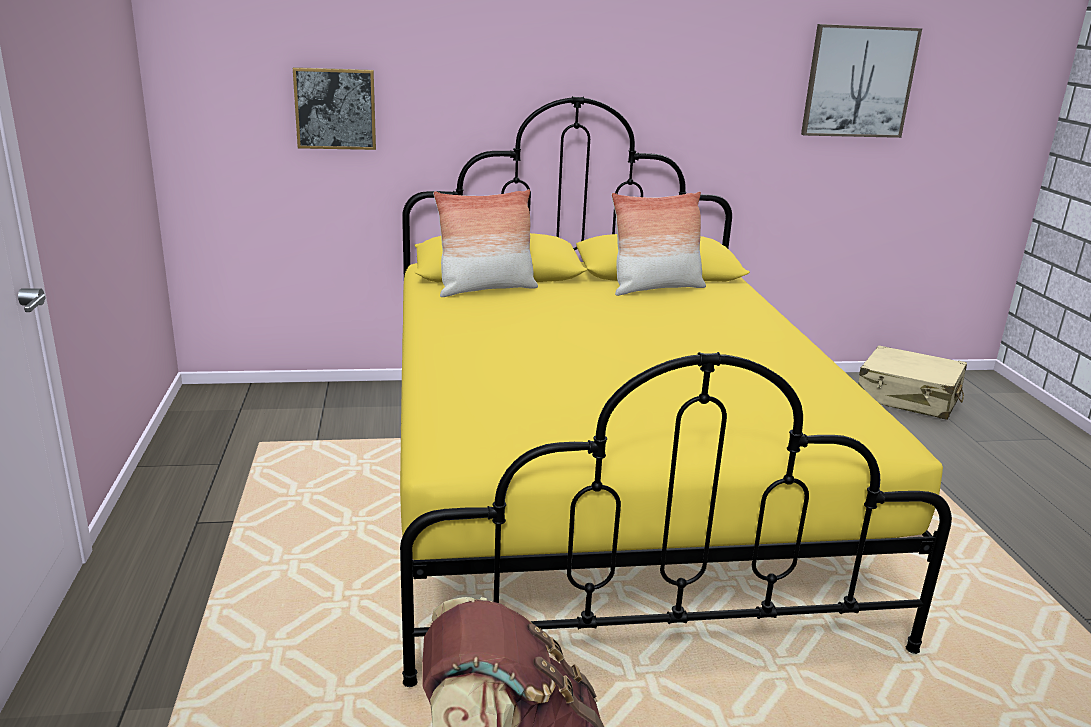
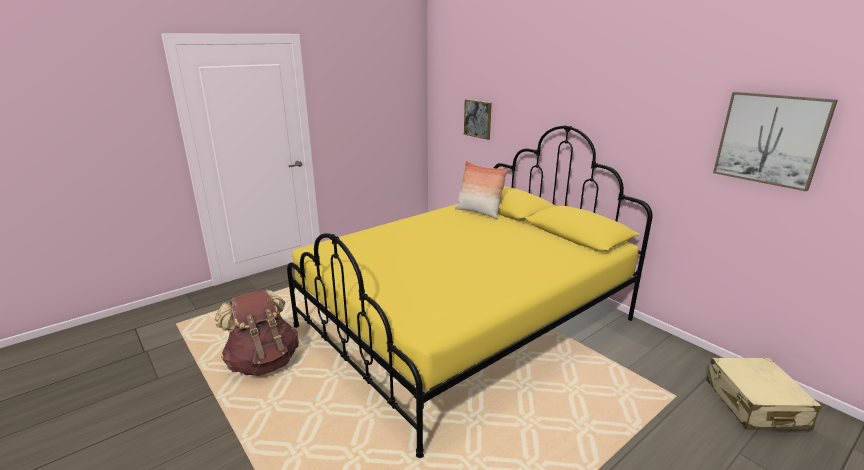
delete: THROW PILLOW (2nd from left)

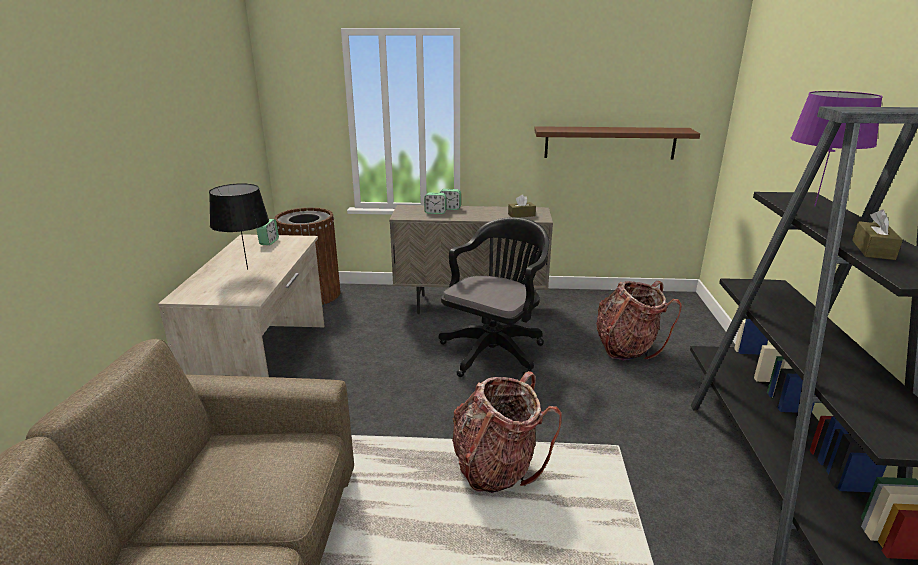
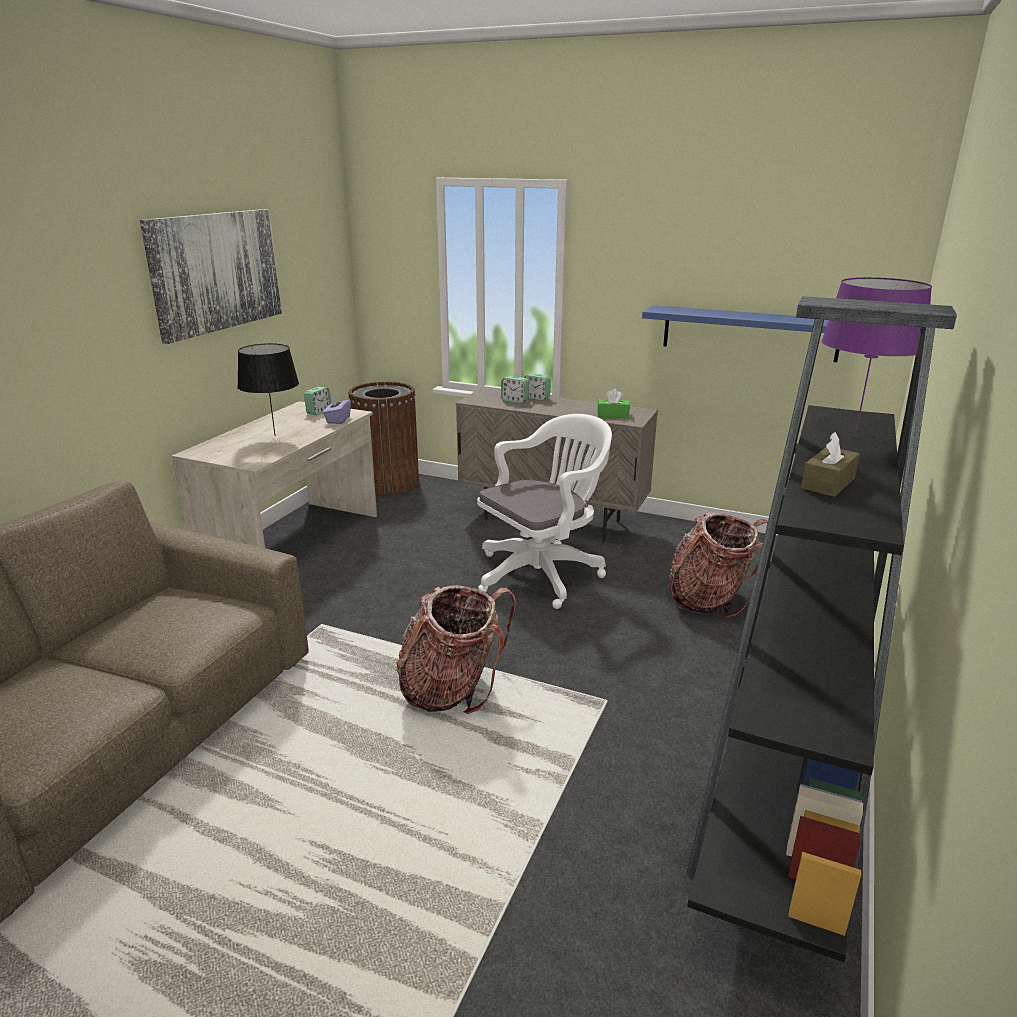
insert: WALL PICTURE; PURPLE TISSUE HOLDER
recolor: BLACKISH COMPUTER CHAIR to WHITE-COLOURED COMPUTER CHAIR; BROWN TISSUE HOLDER (1st from left) to GREEN-COLOURED TISSUE HOLDER; BROWN SHELF to BLUE-COLOURED SHELF

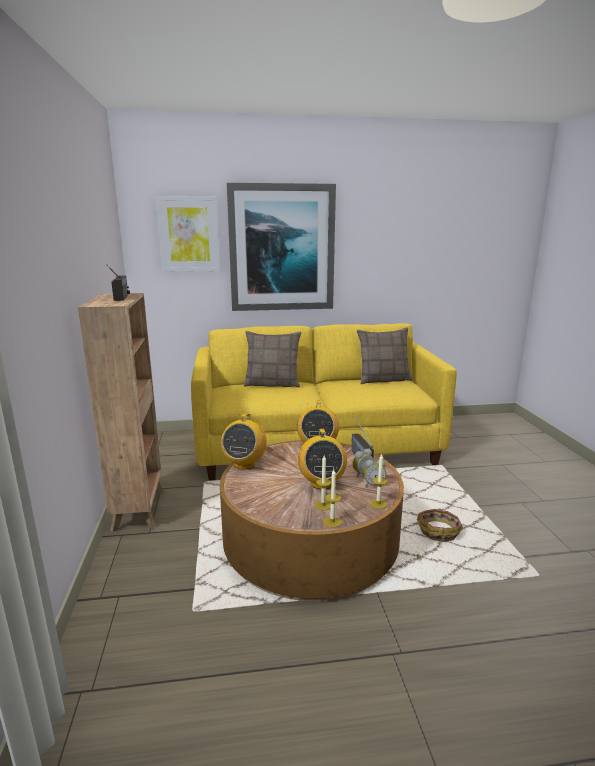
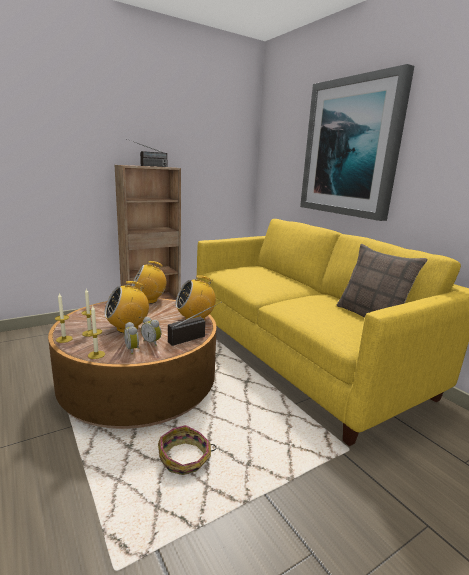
delete: WALL PICTURE (1st from left); THROW PILLOW (1st from left)

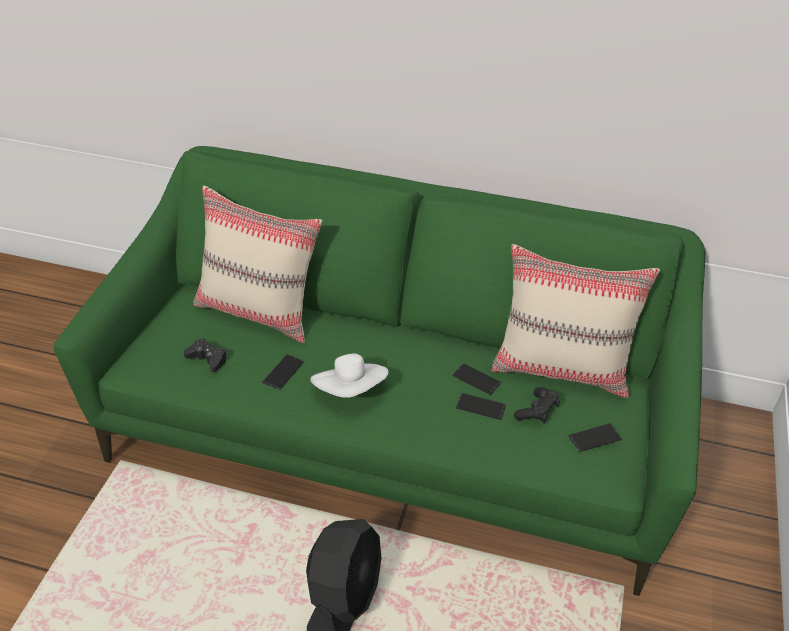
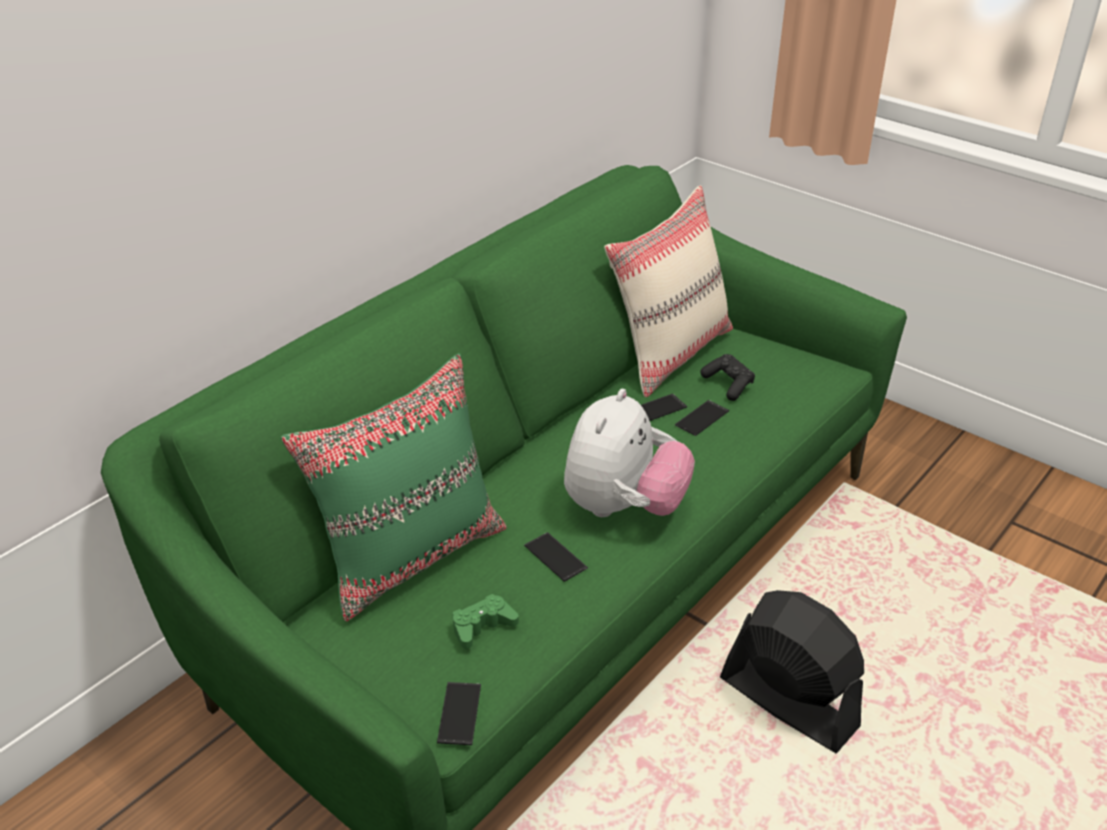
move: HANDSET (4th from left in the first image) to HANDSET (1st from left)
replace: WHITE-COLOURED CLOTHING HAT to PLUSH TOY
recolor: BLACKISH GAMEPAD (1st from left) to GREEN-COLOURED GAMEPAD; BEIGE THROW PILLOW (1st from left) to GREEN-COLOURED THROW PILLOW

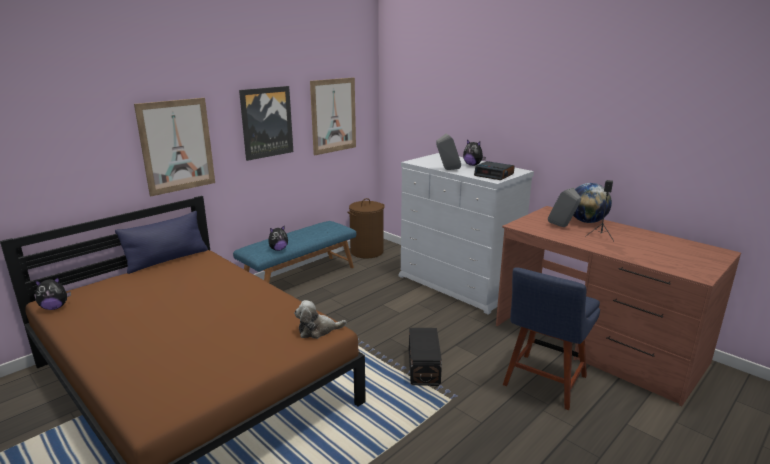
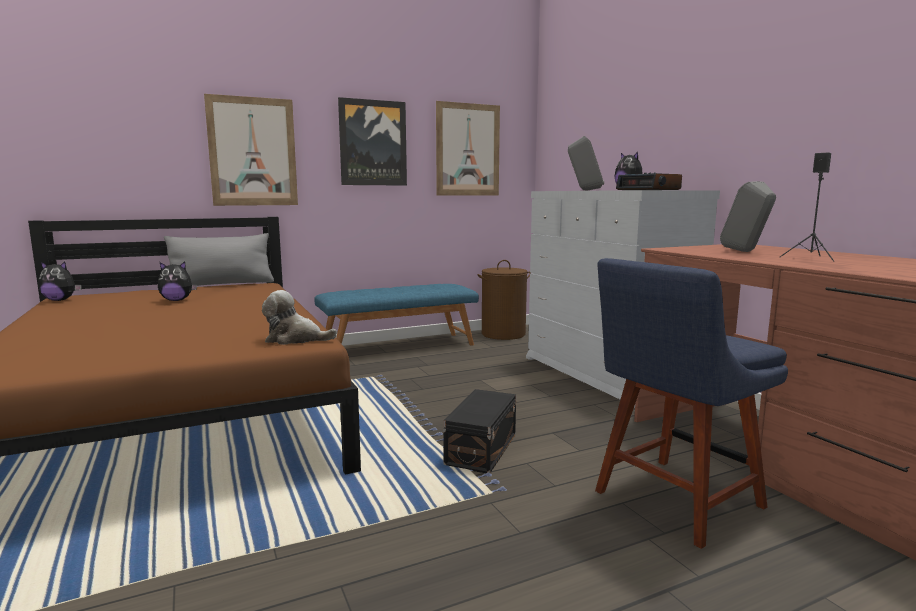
delete: GLOBE
move: PLUSH TOY (2nd from left)
recolor: BLUE-COLOURED THROW PILLOW to GRAY THROW PILLOW

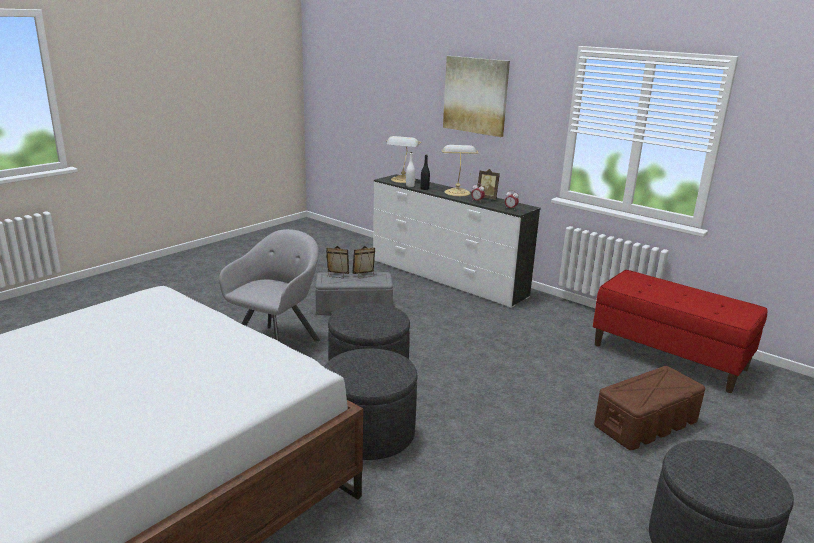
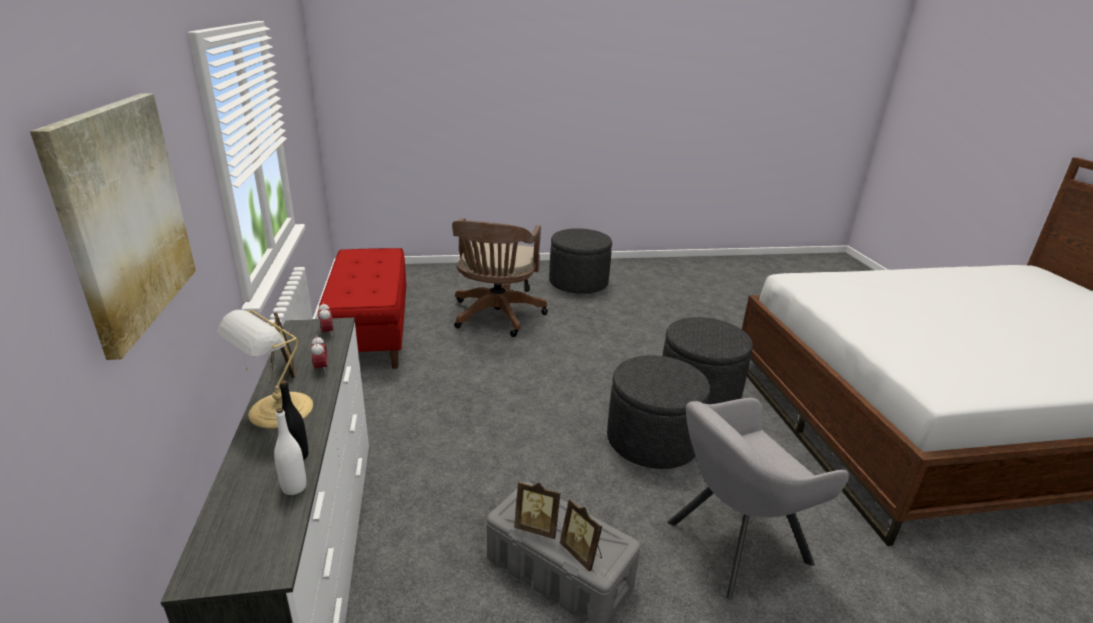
delete: TABLETOP LAMP (1st from left)
replace: BROWN STORAGE BIN to BROWN COMPUTER CHAIR

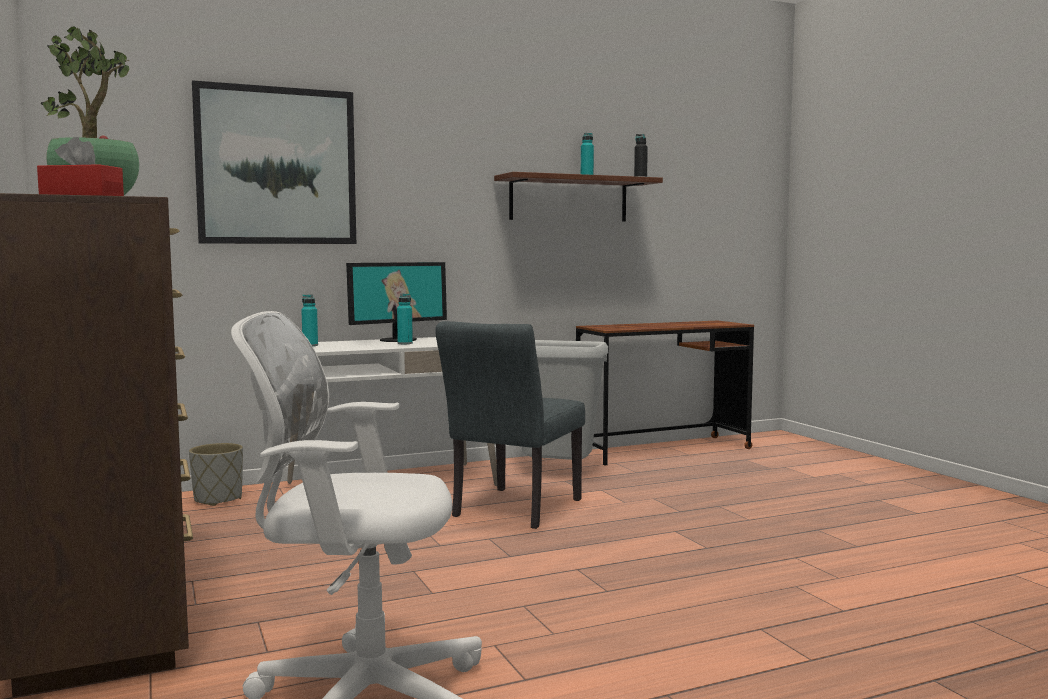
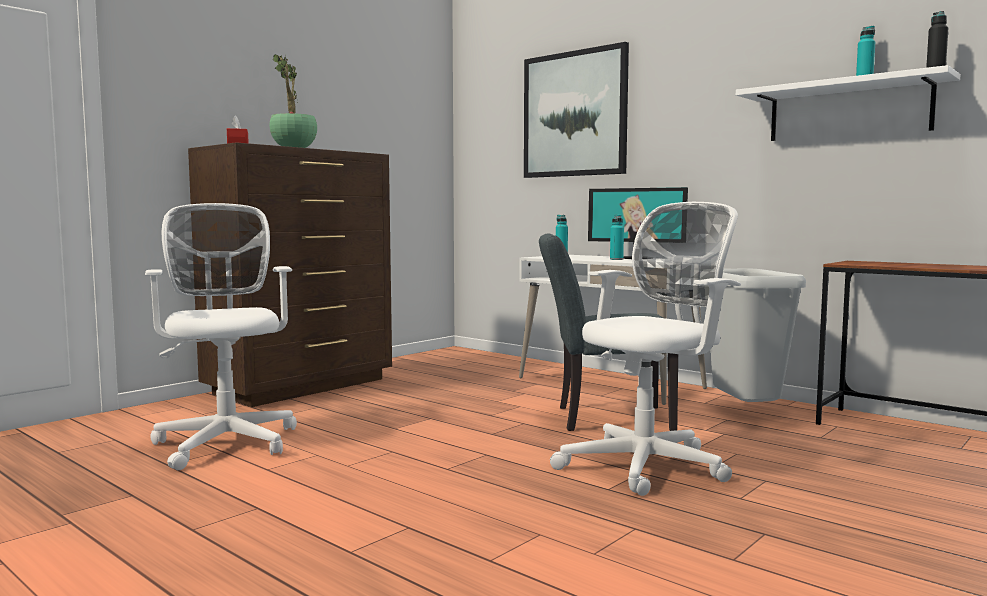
delete: GRAY PLANT POT
insert: WHITE-COLOURED COMPUTER CHAIR (2nd from left)
recolor: BROWN SHELF to WHITE-COLOURED SHELF

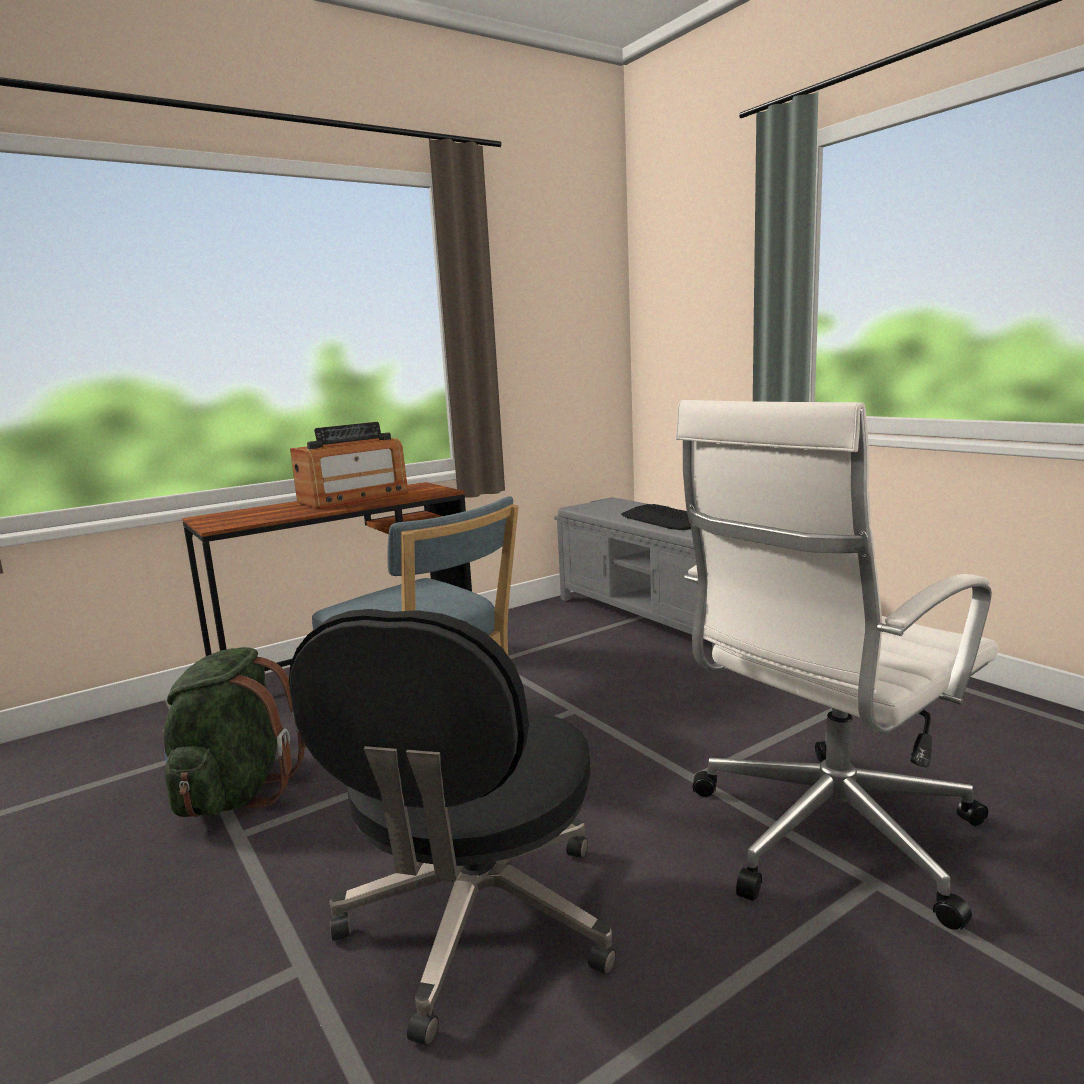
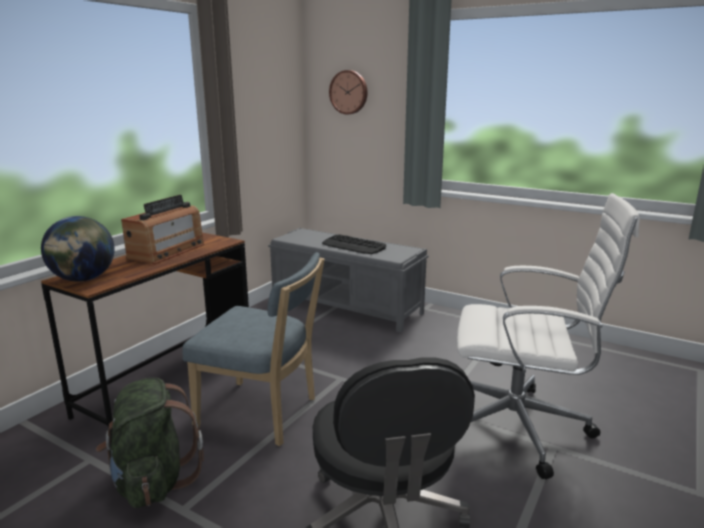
insert: GLOBE; HANGING CLOCK
rotate: WHITE-COLOURED COMPUTER CHAIR 105 degrees counterclockwise

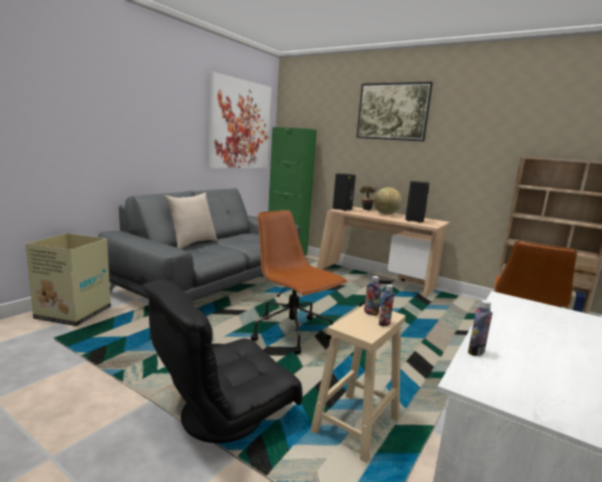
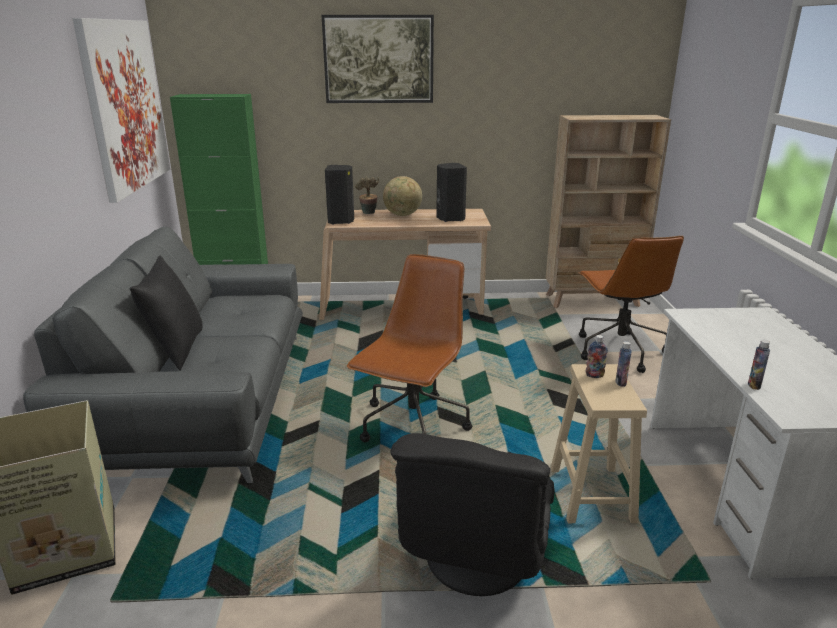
recolor: BEIGE THROW PILLOW to BLACKISH THROW PILLOW
rotate: BROWN COMPUTER CHAIR (1st from left) 105 degrees clockwise

